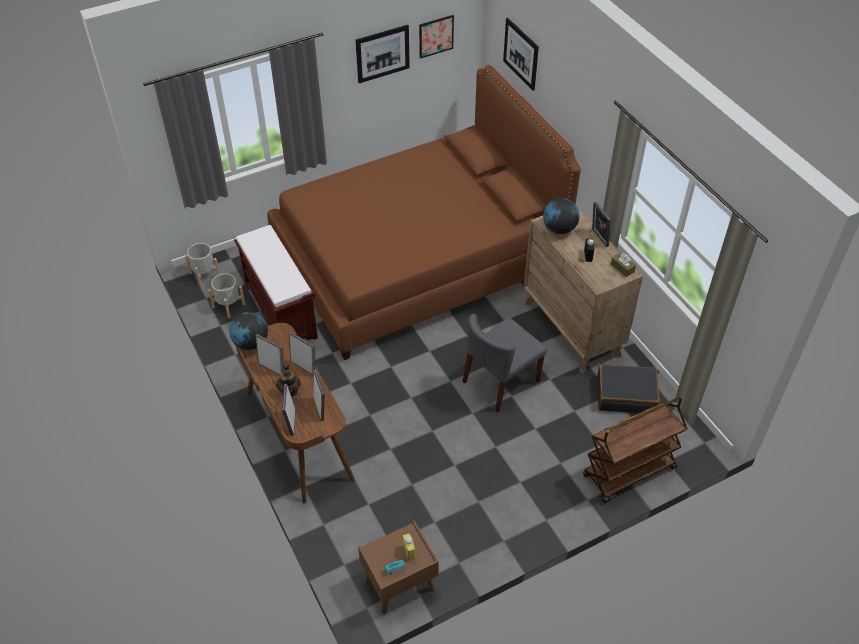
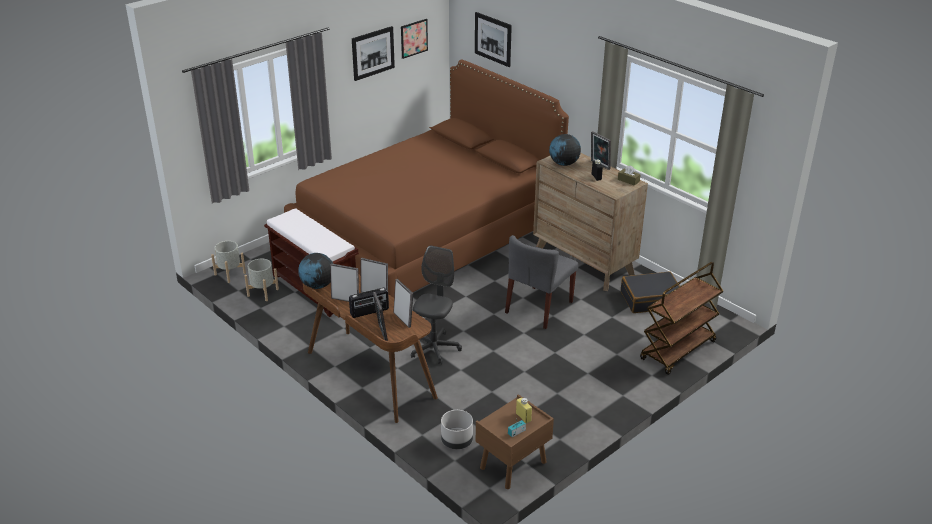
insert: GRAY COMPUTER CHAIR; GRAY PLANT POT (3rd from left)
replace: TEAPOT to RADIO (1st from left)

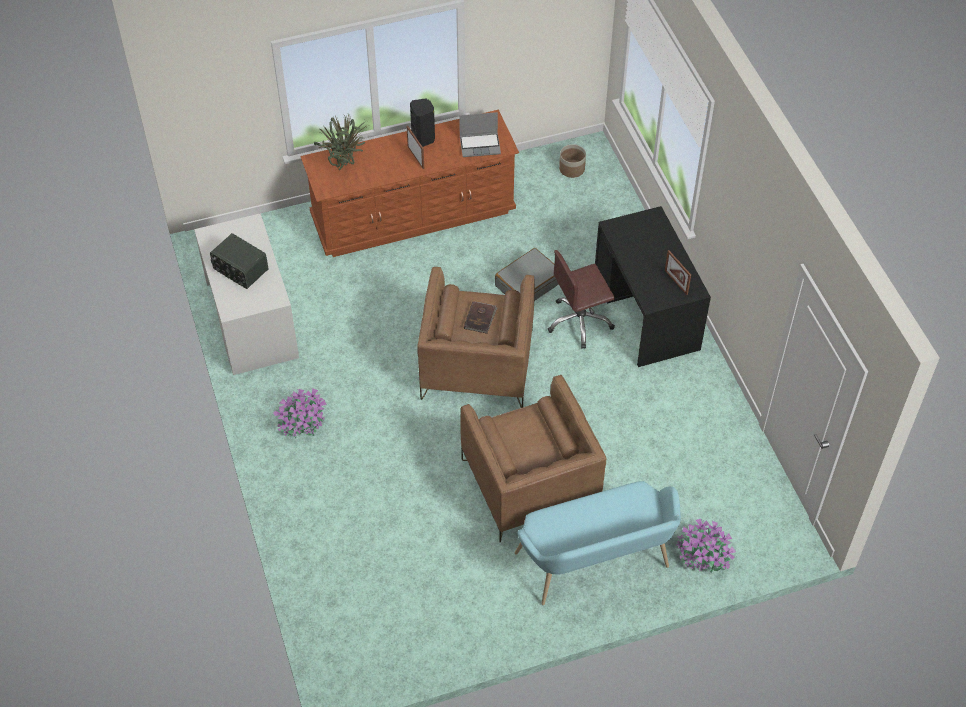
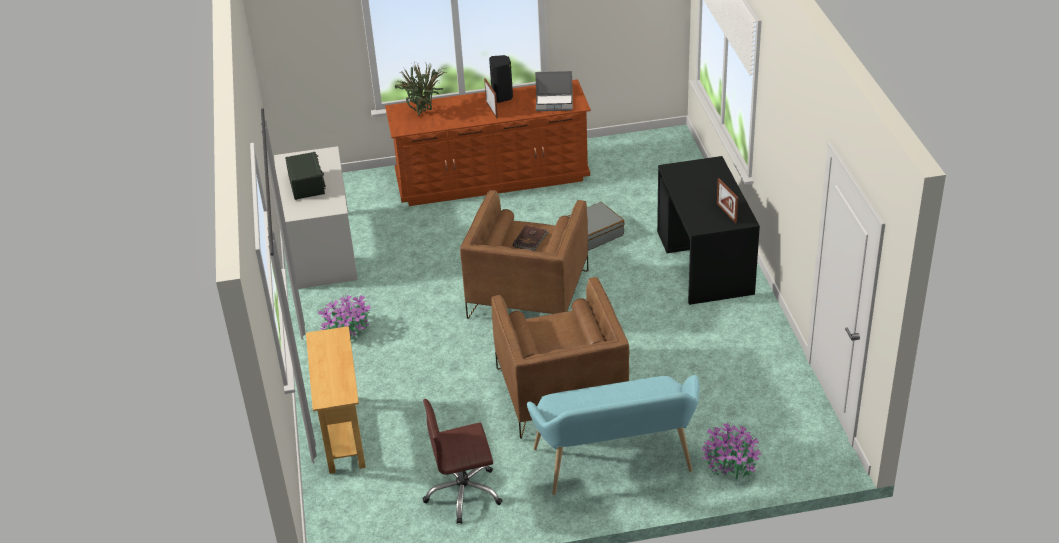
delete: PLANT POT
insert: BEIGE CONSOLE TABLE
move: BROWN COMPUTER CHAIR
rotate: RADIO 150 degrees counterclockwise

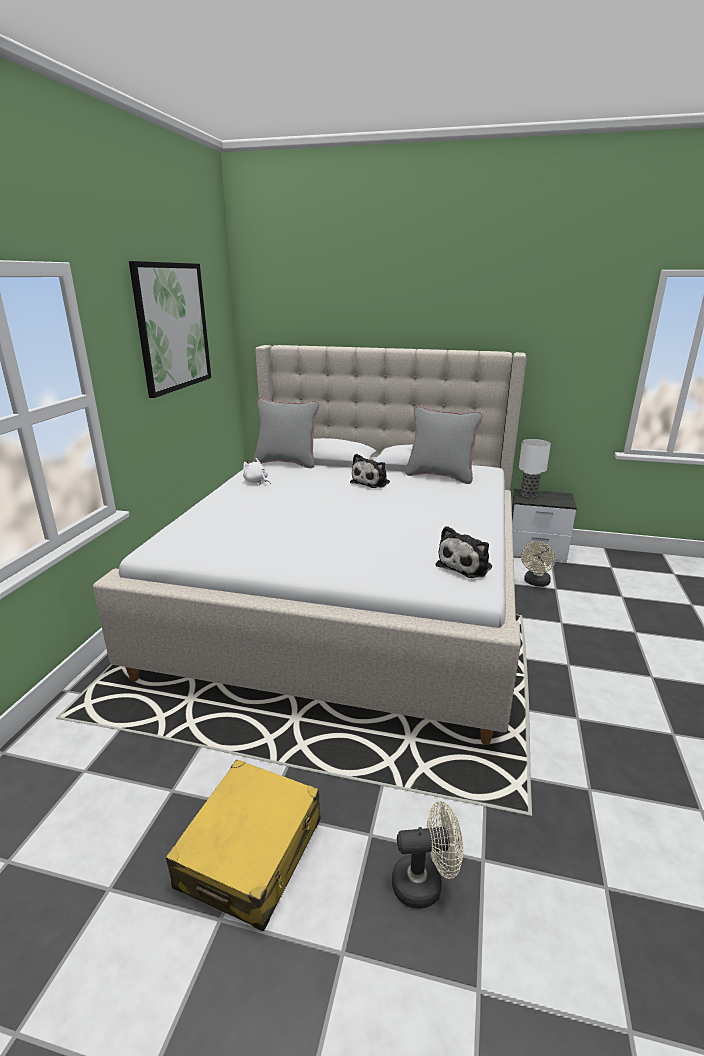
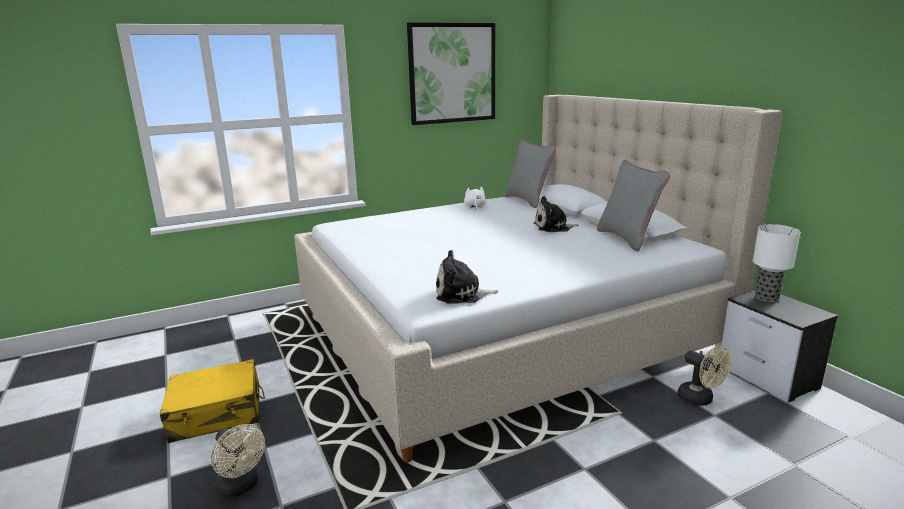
rotate: BEIGE FAN (2nd from left) 120 degrees counterclockwise

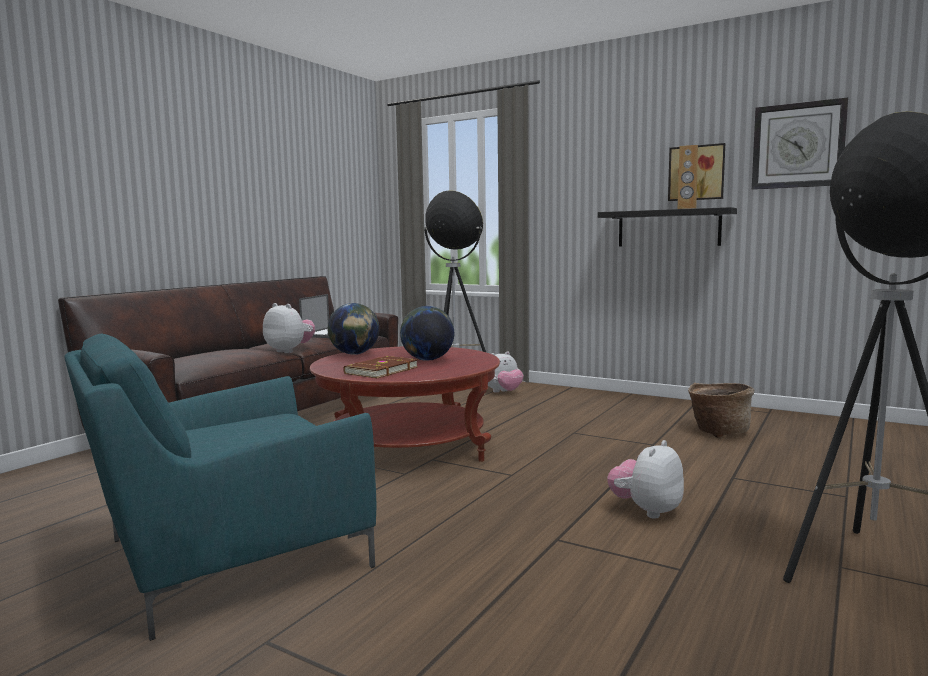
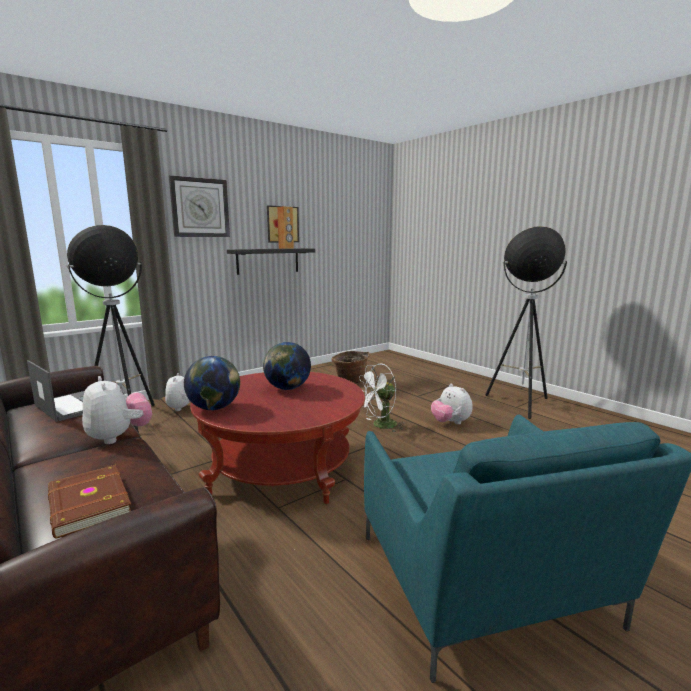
insert: WHITE-COLOURED FAN
move: BROWN BOOK; HANGING CLOCK
rotate: PLUSH TOY (1st from left) 90 degrees clockwise

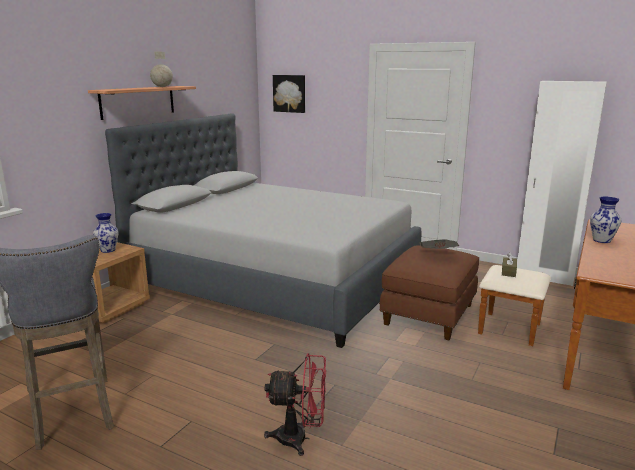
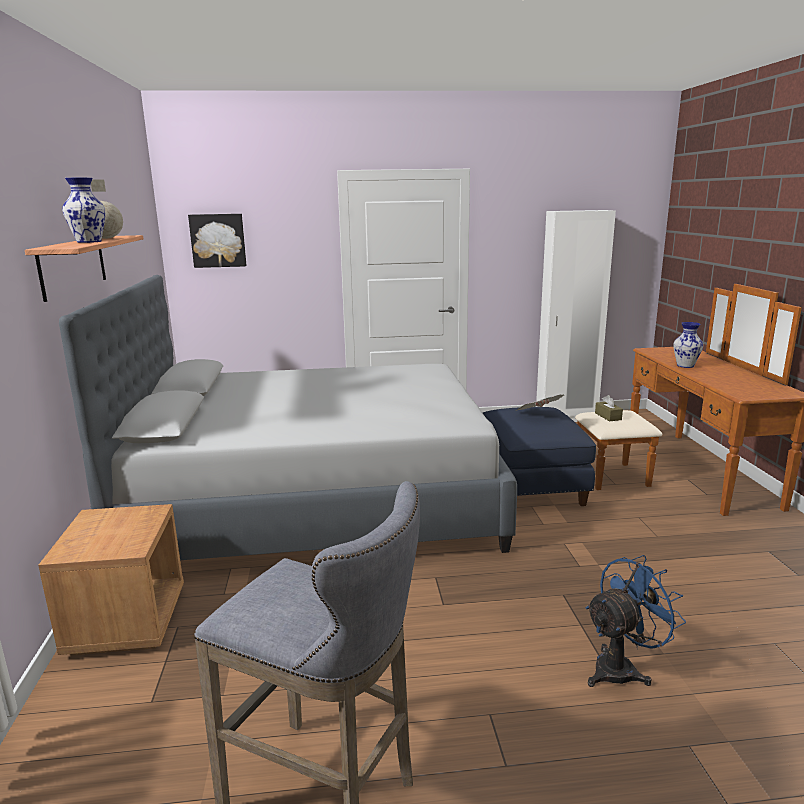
move: VASE (1st from left)
recolor: RED-COLOURED FAN to BLUE-COLOURED FAN; BROWN OTTOMAN to BLUE-COLOURED OTTOMAN

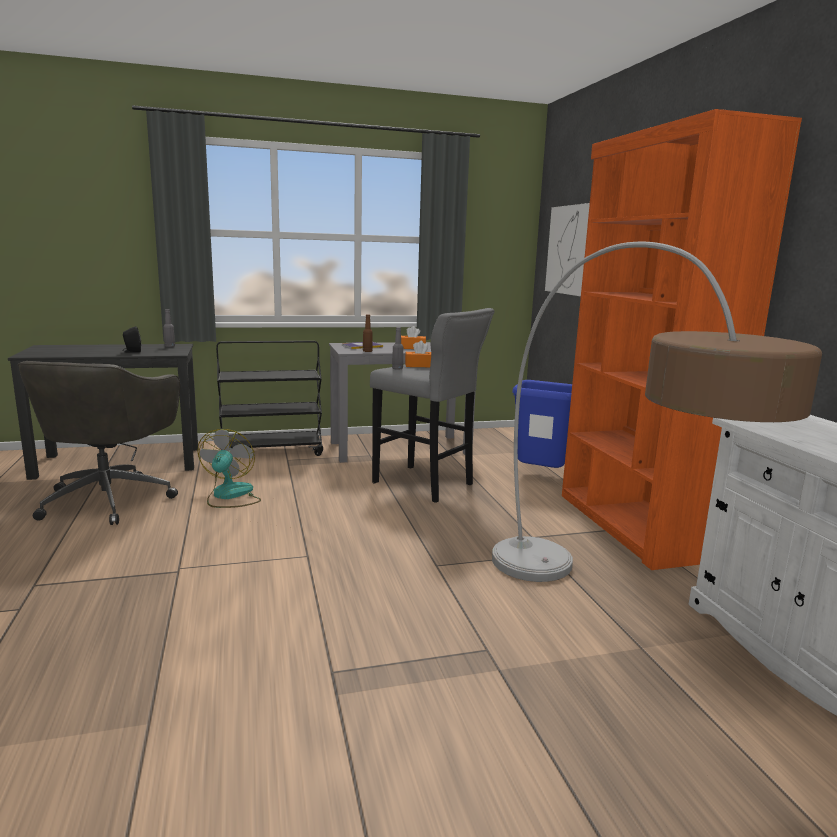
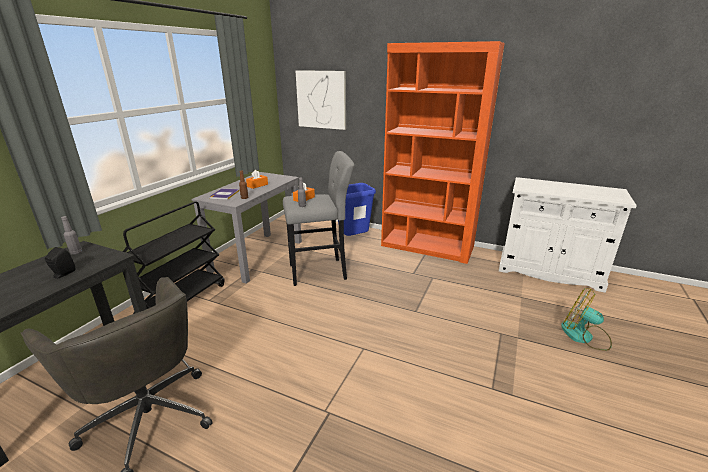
delete: STANDING LAMP
move: FAN

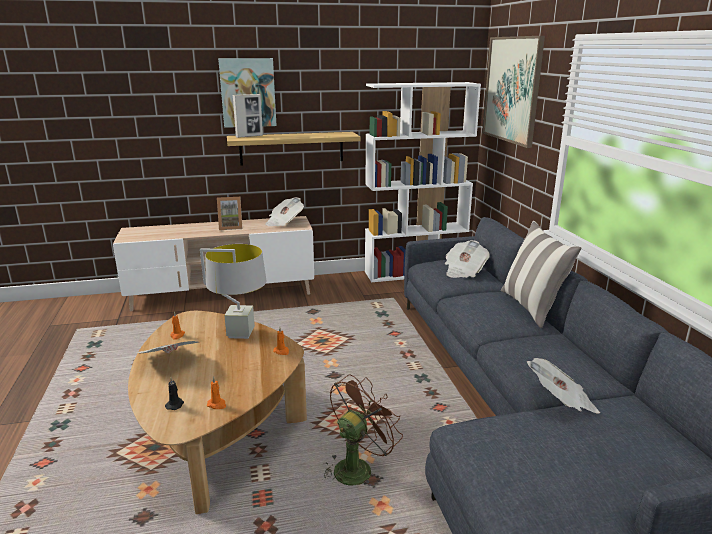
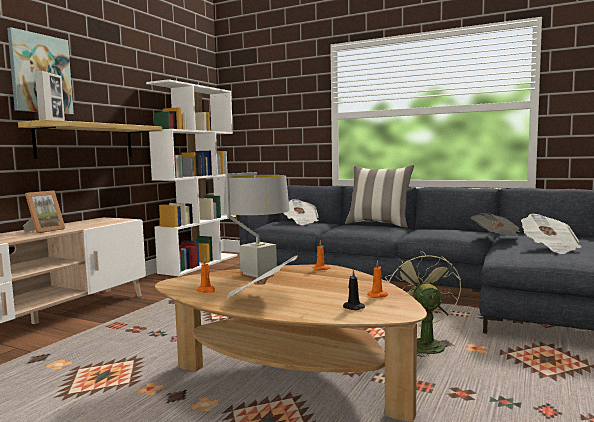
delete: WALL PICTURE (2nd from left)
move: NEWSPAPER (2nd from left in the first image) to NEWSPAPER (4th from left)
recolor: BROWN FAN to GREEN-COLOURED FAN

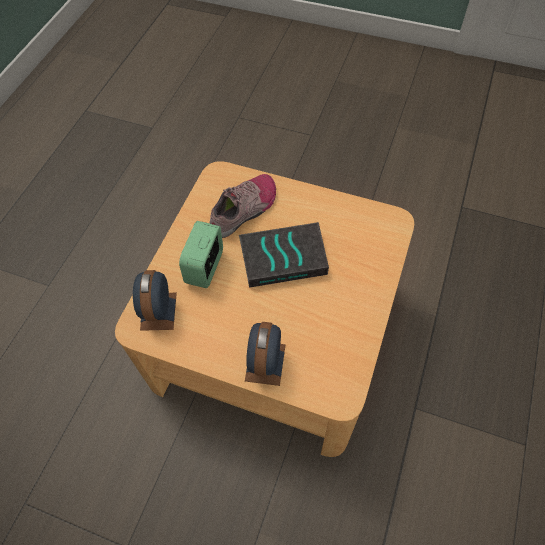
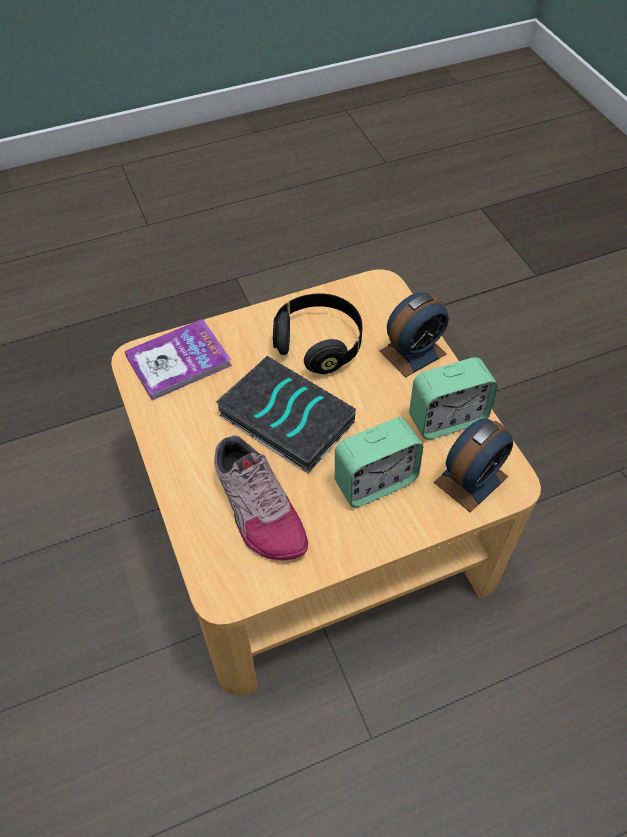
insert: BOOK (1st from left); BLACKISH HEADSET; ALARM CLOCK (3rd from left)
rotate: LOW SHOE 120 degrees counterclockwise

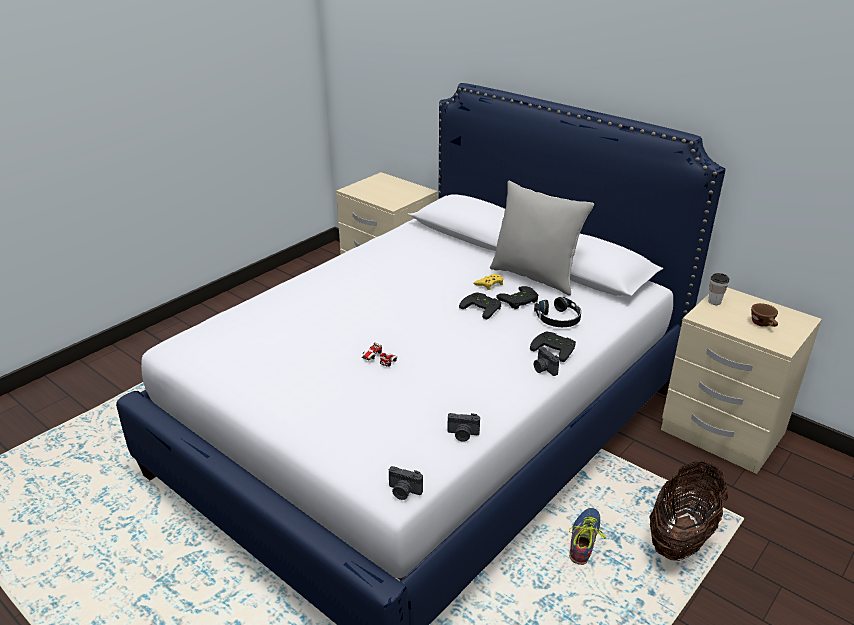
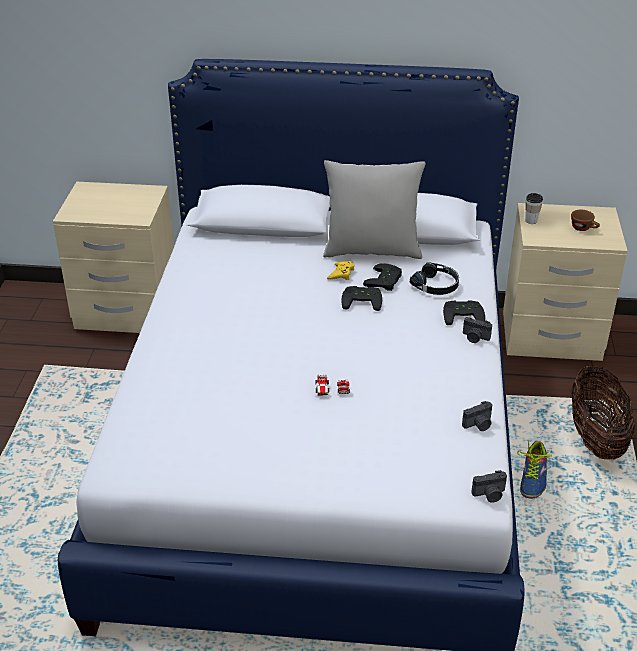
rotate: LOW SHOE 150 degrees counterclockwise

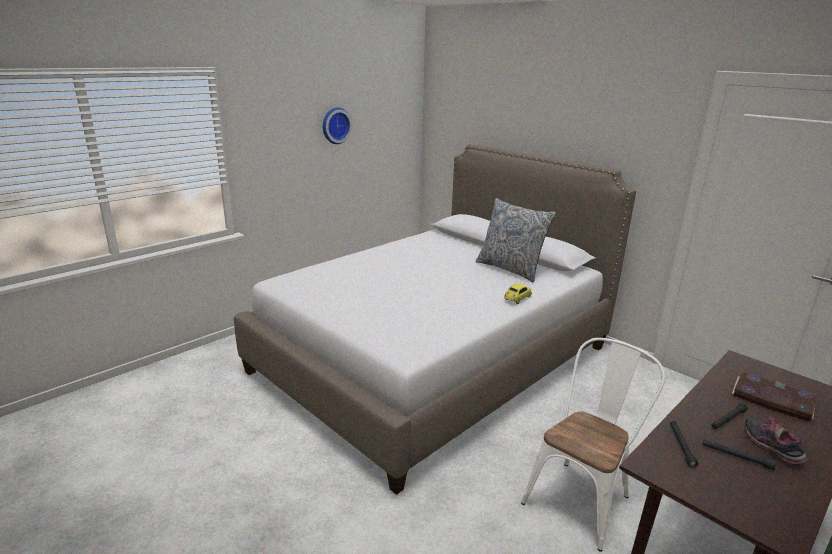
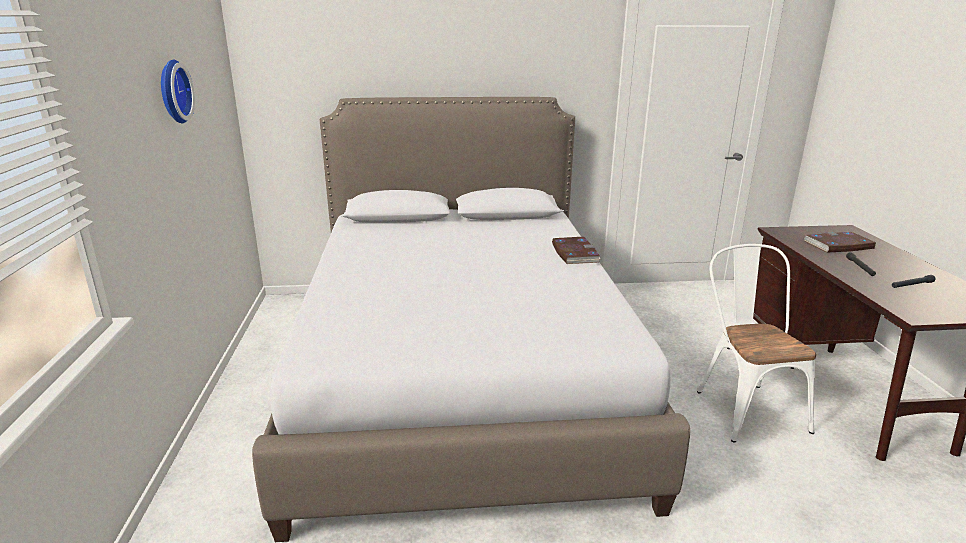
delete: THROW PILLOW; BLACKISH HAND TORCH (1st from left); LOW SHOE
replace: MODEL CAR to BOOK (1st from left)

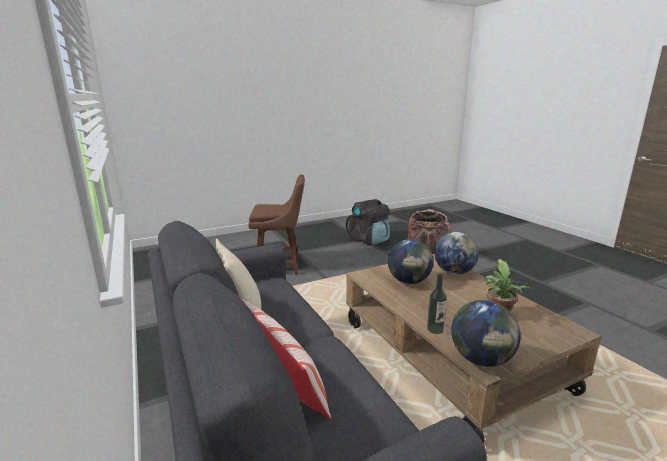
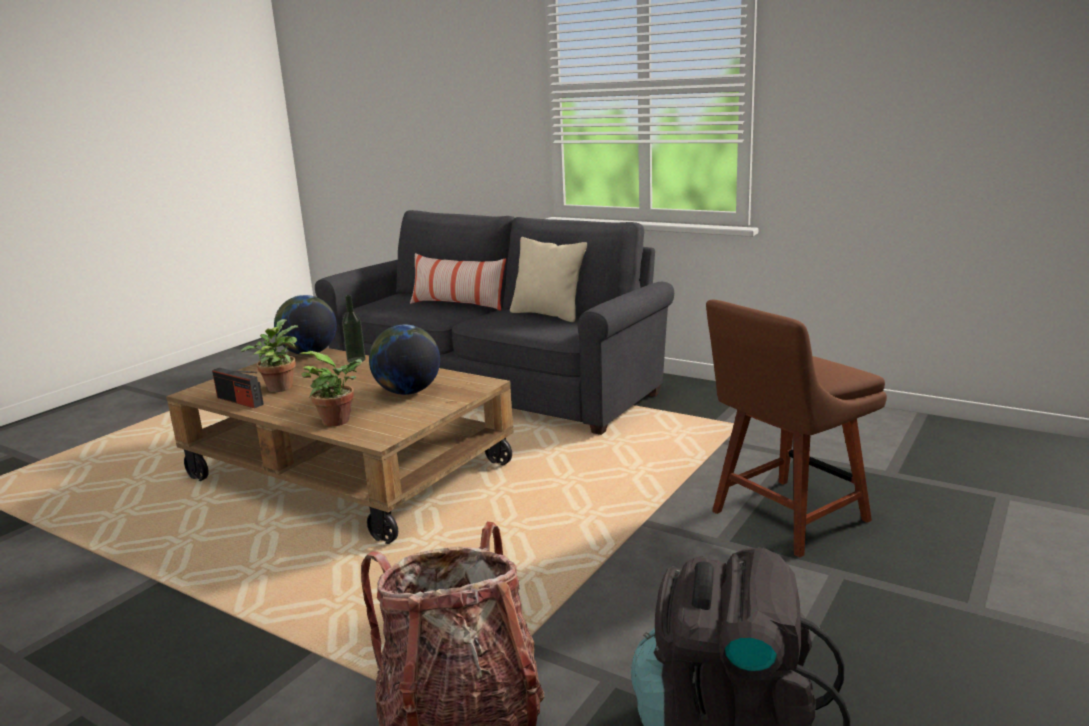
insert: RADIO
replace: GLOBE (2nd from left) to PLANT IN A POT (2nd from left)

